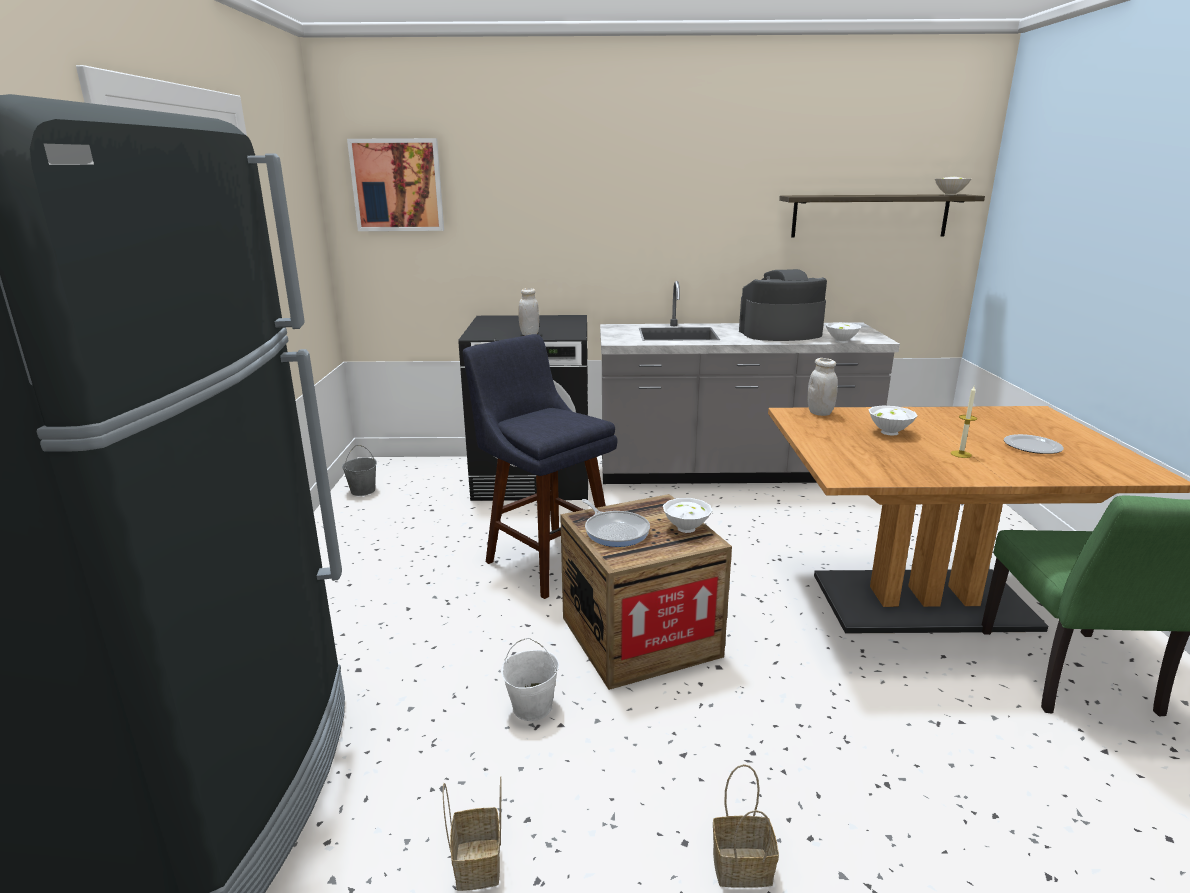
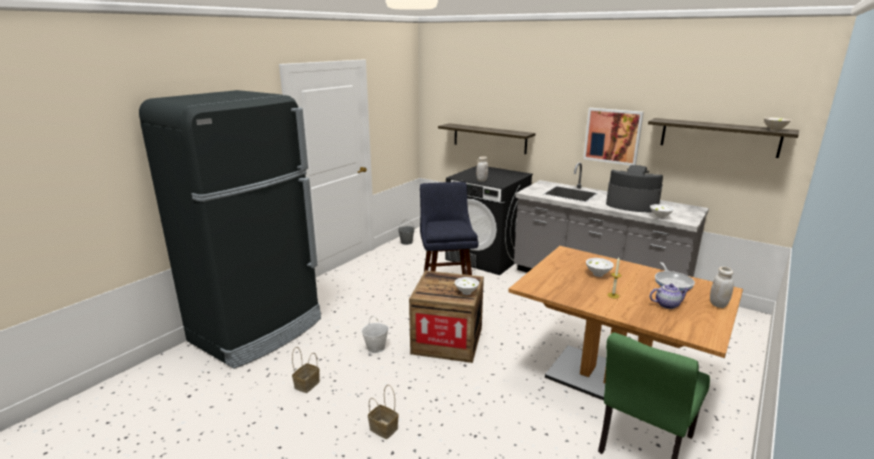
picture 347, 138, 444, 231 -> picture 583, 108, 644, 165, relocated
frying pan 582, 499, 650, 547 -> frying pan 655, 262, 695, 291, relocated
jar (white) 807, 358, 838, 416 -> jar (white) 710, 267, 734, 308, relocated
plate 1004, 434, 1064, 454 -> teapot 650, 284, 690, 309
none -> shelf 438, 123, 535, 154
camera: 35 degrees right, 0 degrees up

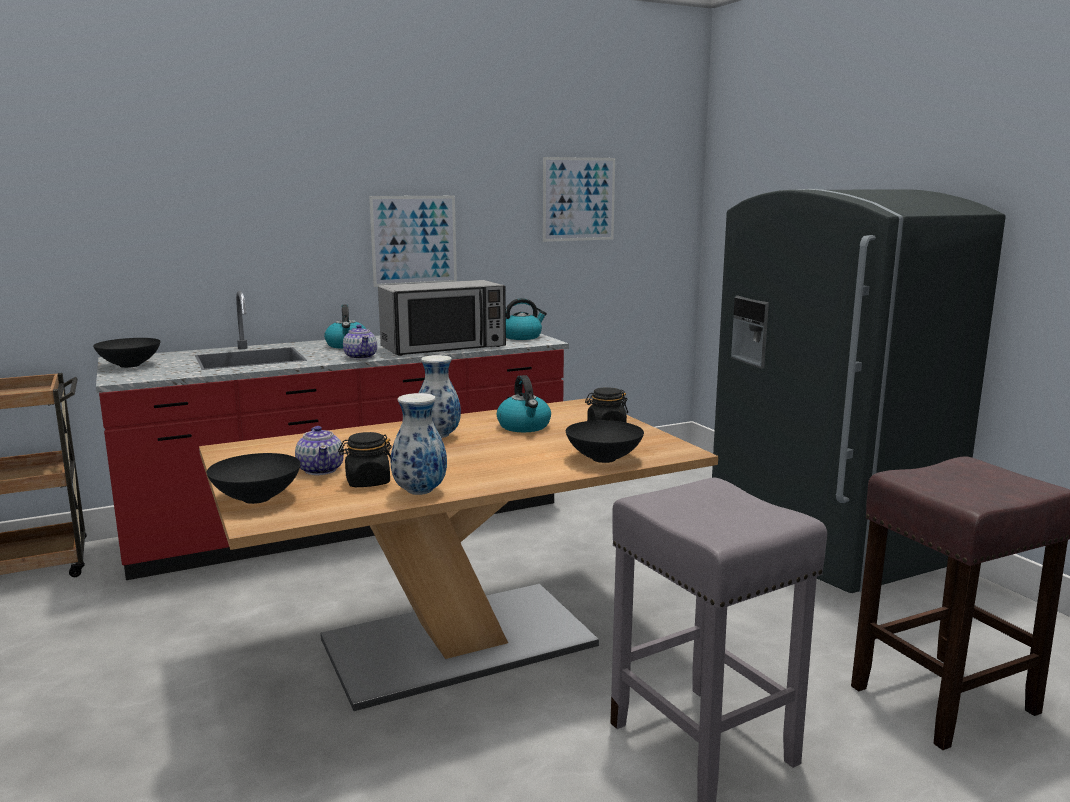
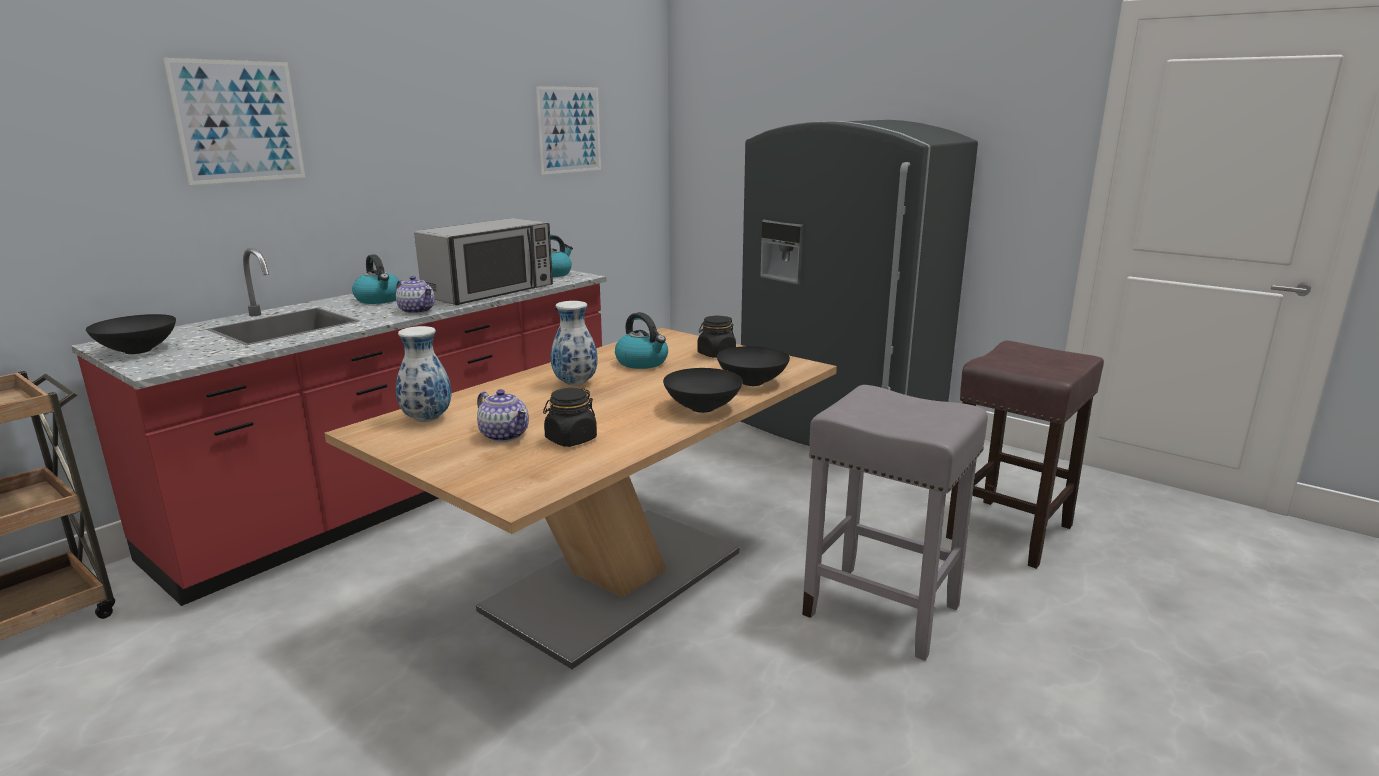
bowl (black) 207, 453, 301, 504 -> bowl (black) 663, 368, 743, 413, relocated
picture 369, 196, 457, 287 -> picture 163, 58, 305, 185, relocated
vase 391, 393, 447, 495 -> vase 396, 326, 451, 422, relocated
camera: 25 degrees left, 5 degrees up

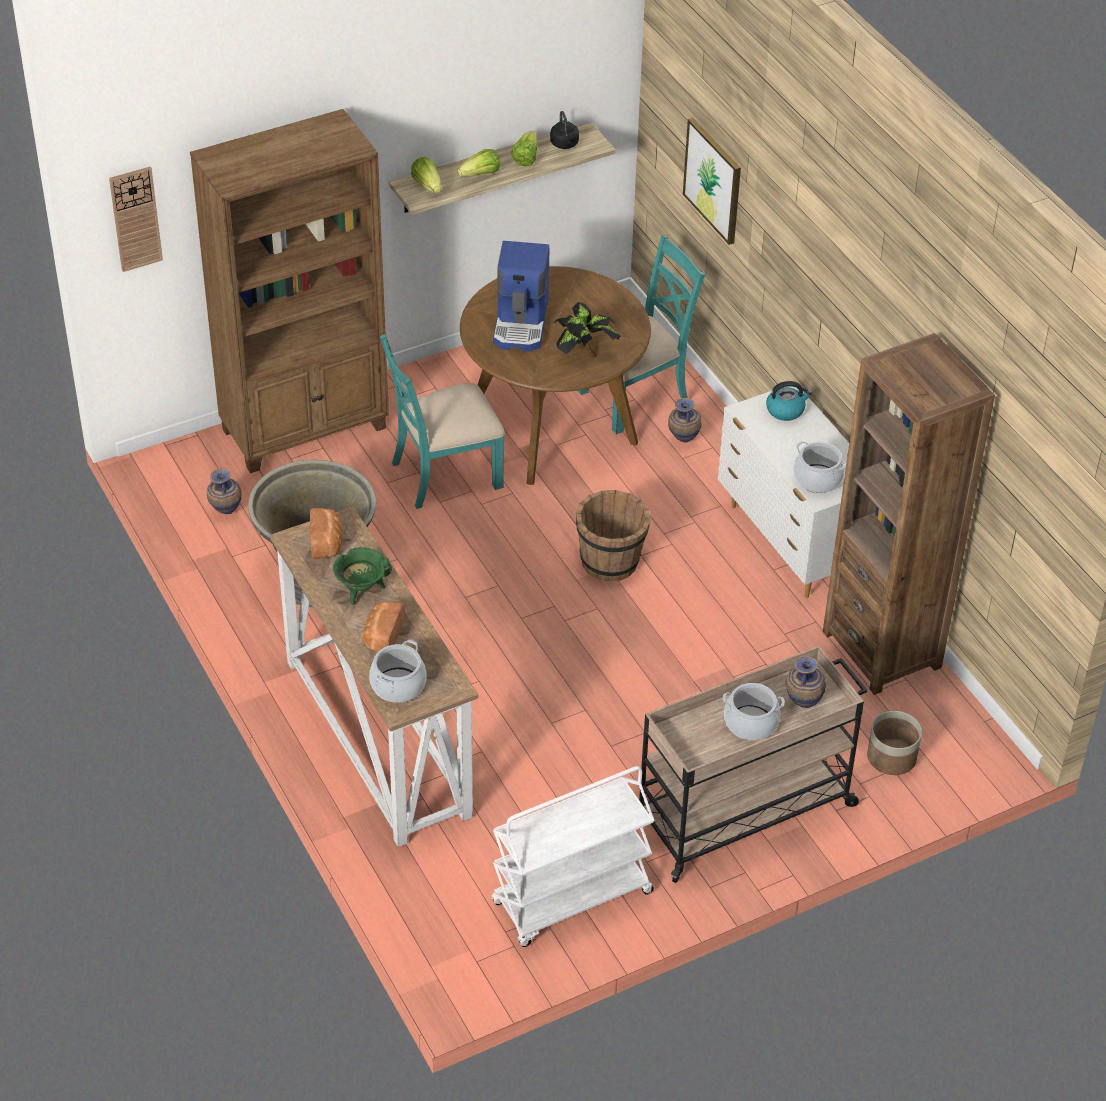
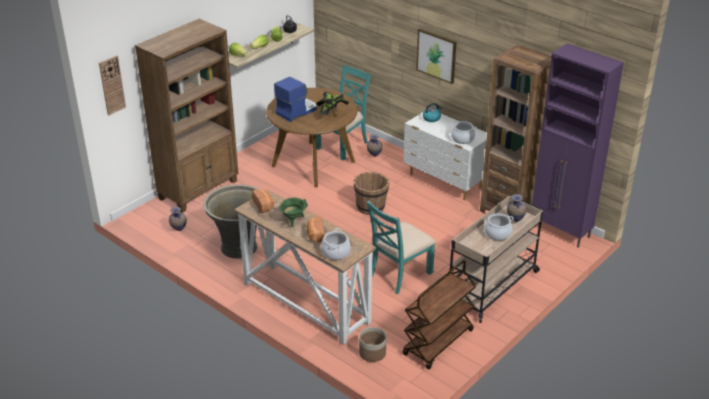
chair (turquoise) 380, 334, 505, 509 -> chair (turquoise) 367, 201, 435, 294, relocated
cart (white) 492, 766, 655, 947 -> cart (brown) 402, 260, 476, 369
coffee machine 493, 241, 550, 352 -> coffee machine 274, 77, 317, 122, 120 degrees counterclockwise
picture 683, 118, 741, 245 -> picture 416, 29, 457, 84, relocated
planter 867, 711, 922, 775 -> planter 359, 327, 386, 362, relocated
none -> cabinet (purple) 532, 43, 624, 248
camera: 20 degrees left, 10 degrees down

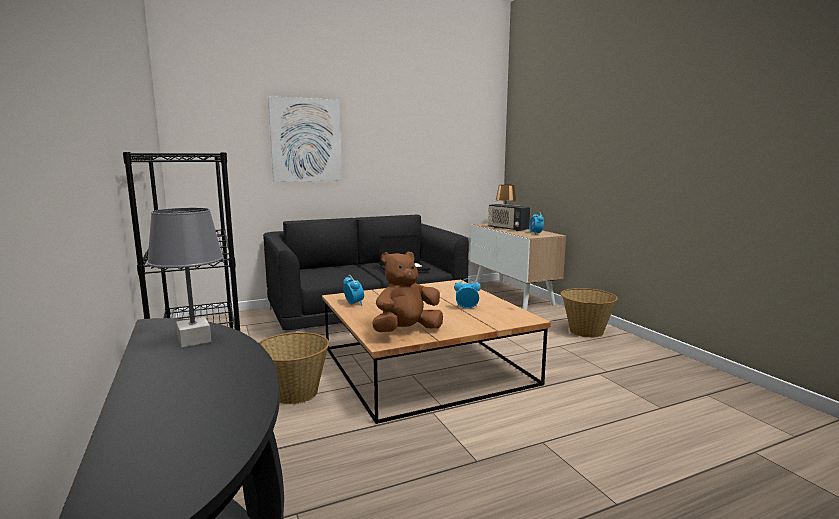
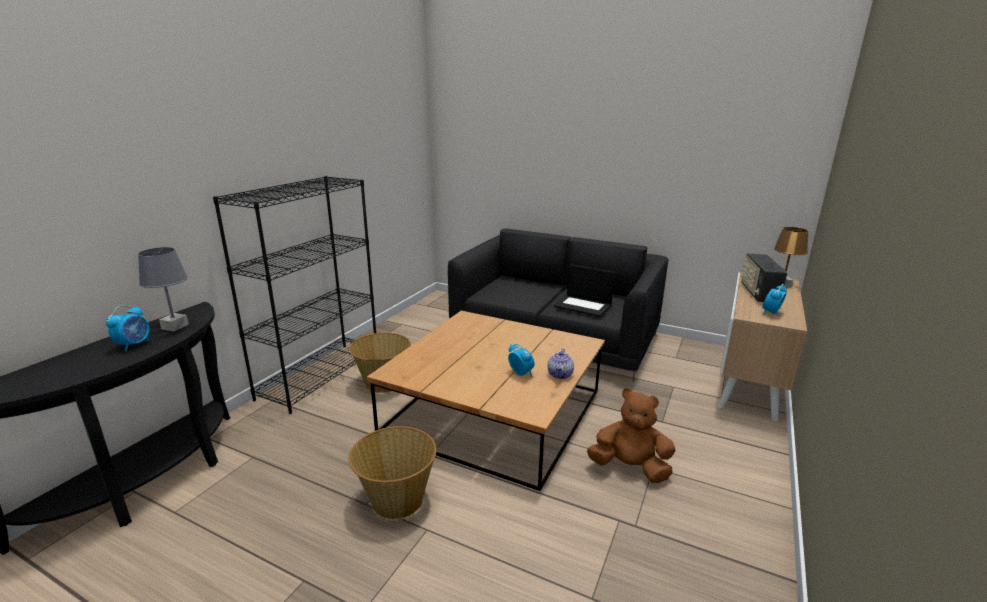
picture 268, 96, 342, 182 -> none
alarm clock 343, 275, 364, 306 -> alarm clock 106, 305, 149, 351, relocated
plush toy (brown) 372, 252, 443, 332 -> plush toy (brown) 587, 388, 676, 483, relocated
basket 560, 288, 618, 338 -> basket 348, 426, 437, 519, relocated
none -> teapot 548, 349, 574, 379
camera: 50 degrees right, 10 degrees up

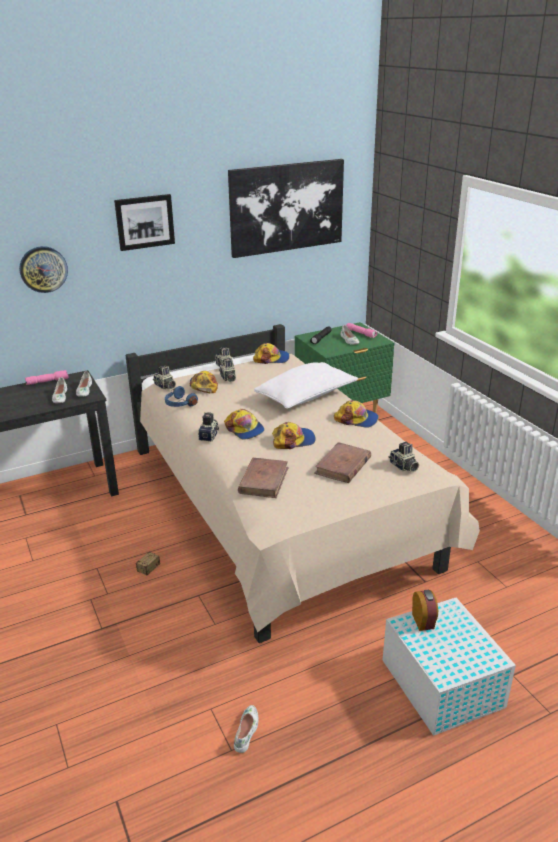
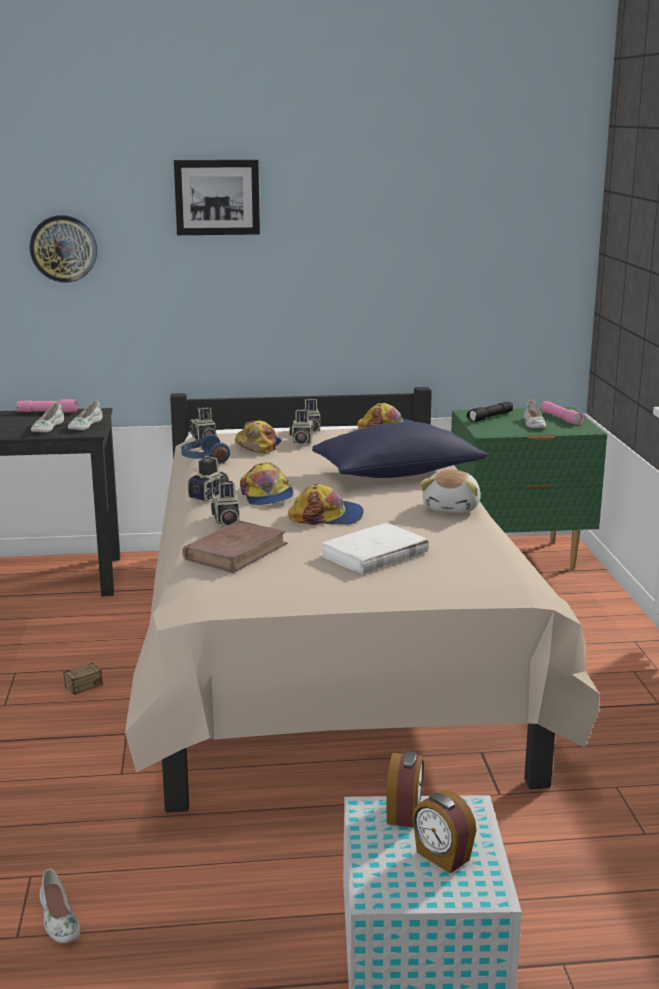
picture 228, 159, 344, 258 -> none
shoe (white) 234, 705, 258, 753 -> shoe (white) 40, 869, 80, 943, 120 degrees clockwise
pillow (white) 254, 362, 358, 409 -> pillow (blue) 312, 422, 487, 478
book (brown) 314, 442, 371, 483 -> book (white) 319, 523, 429, 574
cap 334, 400, 379, 428 -> plush toy 420, 470, 481, 513
photo camera 389, 442, 419, 472 -> photo camera 211, 481, 240, 526, relocated
none -> alarm clock 412, 790, 477, 873
camera: 20 degrees right, 10 degrees down

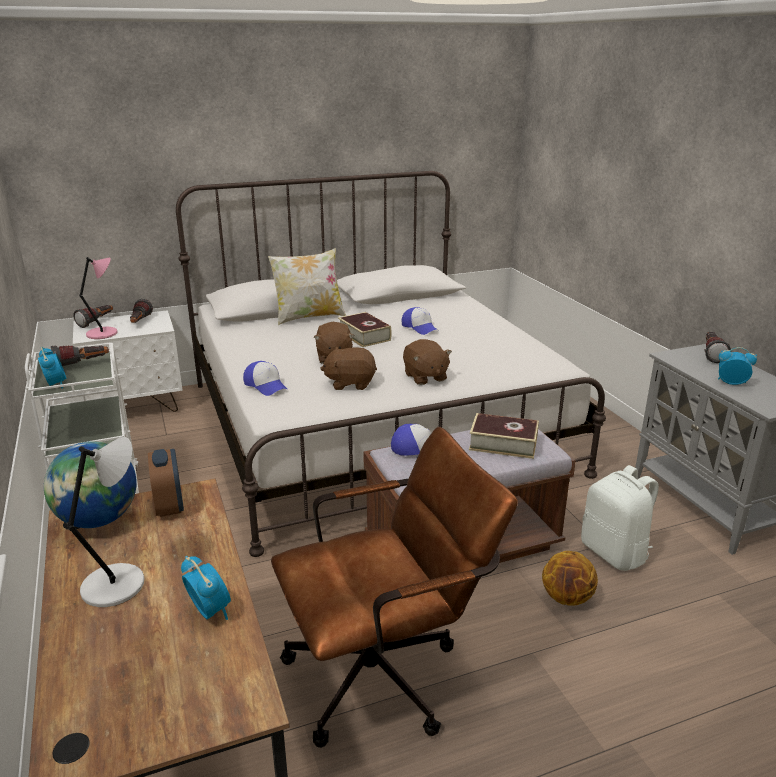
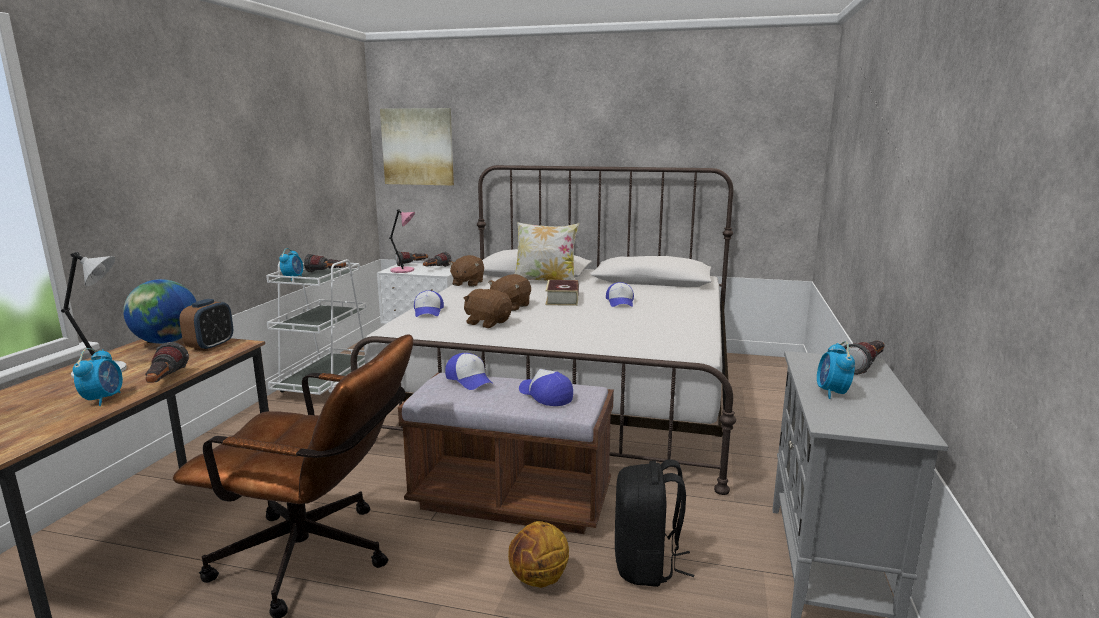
plush toy (brown) 403, 339, 452, 385 -> plush toy (brown) 449, 255, 484, 287, relocated
book 469, 413, 539, 459 -> cap 519, 369, 573, 406
backpack (white) 581, 465, 659, 571 -> backpack (black) 615, 459, 694, 587
alarm clock 718, 347, 757, 385 -> alarm clock 817, 341, 855, 399, 135 degrees counterclockwise
none -> flashlight 145, 342, 189, 383
none -> picture 380, 108, 454, 185
camera: 35 degrees right, 10 degrees down

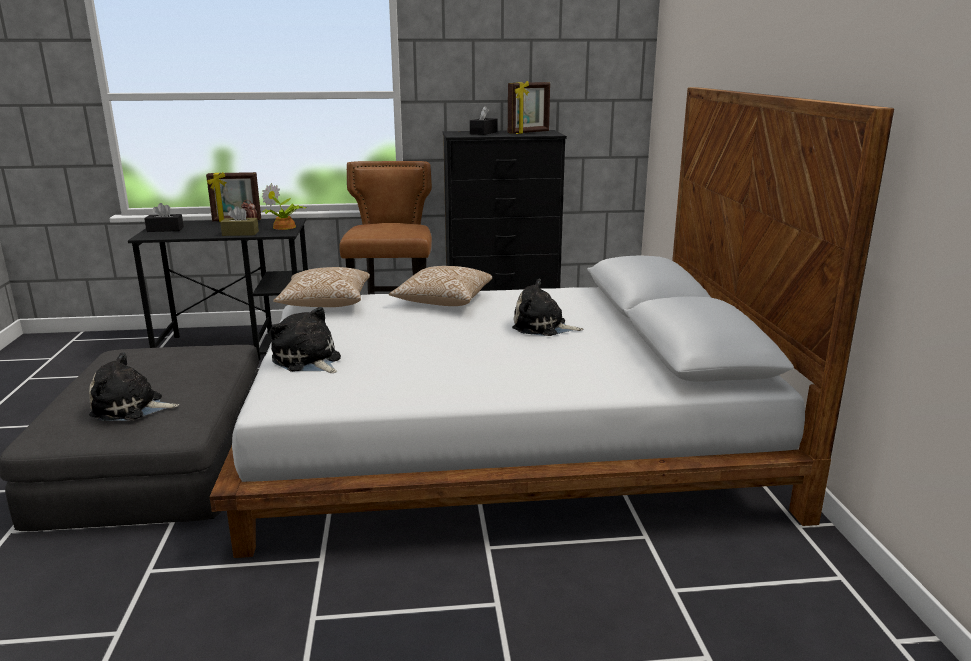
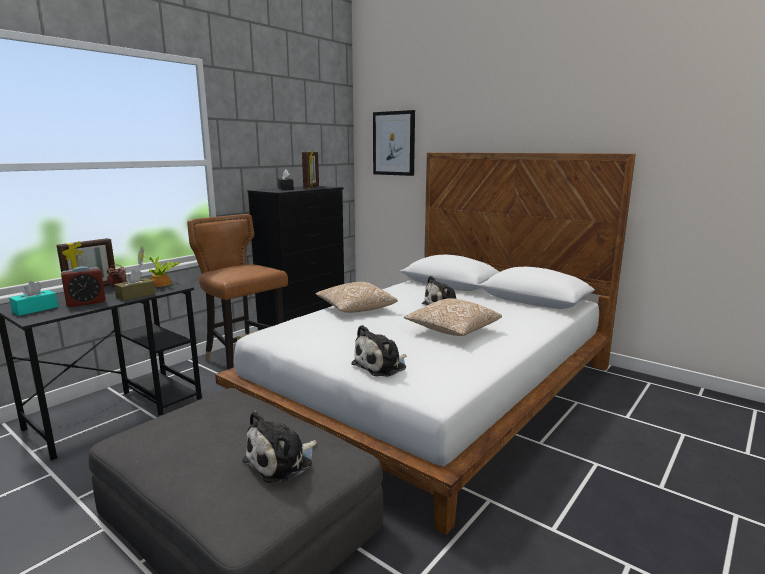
tissue box (black) 144, 203, 184, 232 -> tissue box (turquoise) 9, 281, 58, 316
plush toy 271, 307, 341, 373 -> plush toy 351, 325, 406, 377, 45 degrees counterclockwise
pillow 273, 267, 370, 307 -> pillow 404, 298, 502, 336, relocated
none -> alarm clock 61, 266, 106, 307
none -> picture 373, 110, 415, 176
camera: 45 degrees left, 5 degrees down

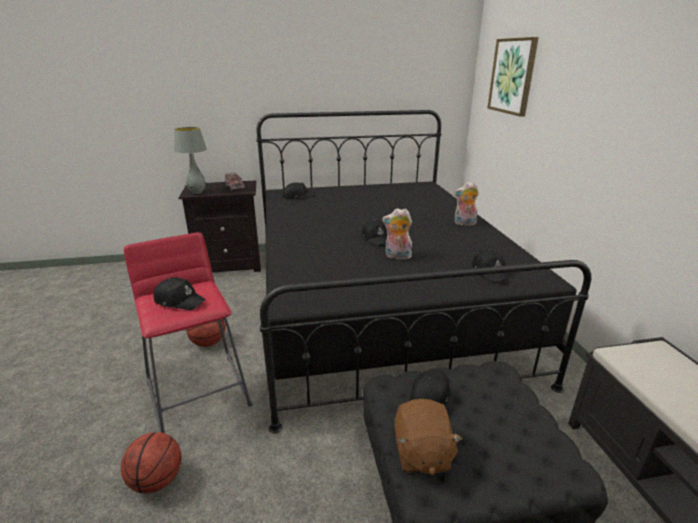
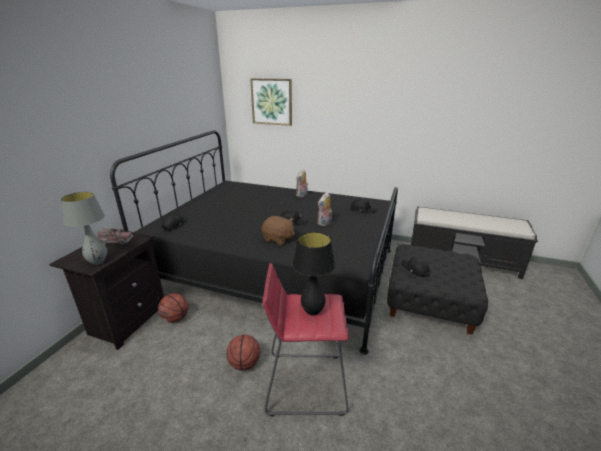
basketball 121, 432, 182, 493 -> basketball 158, 293, 188, 323, relocated
cap (black) 154, 277, 206, 310 -> table lamp (black) 292, 232, 335, 316
plush toy (brown) 395, 399, 463, 475 -> plush toy (brown) 262, 216, 295, 245, relocated
camera: 60 degrees left, 0 degrees up

